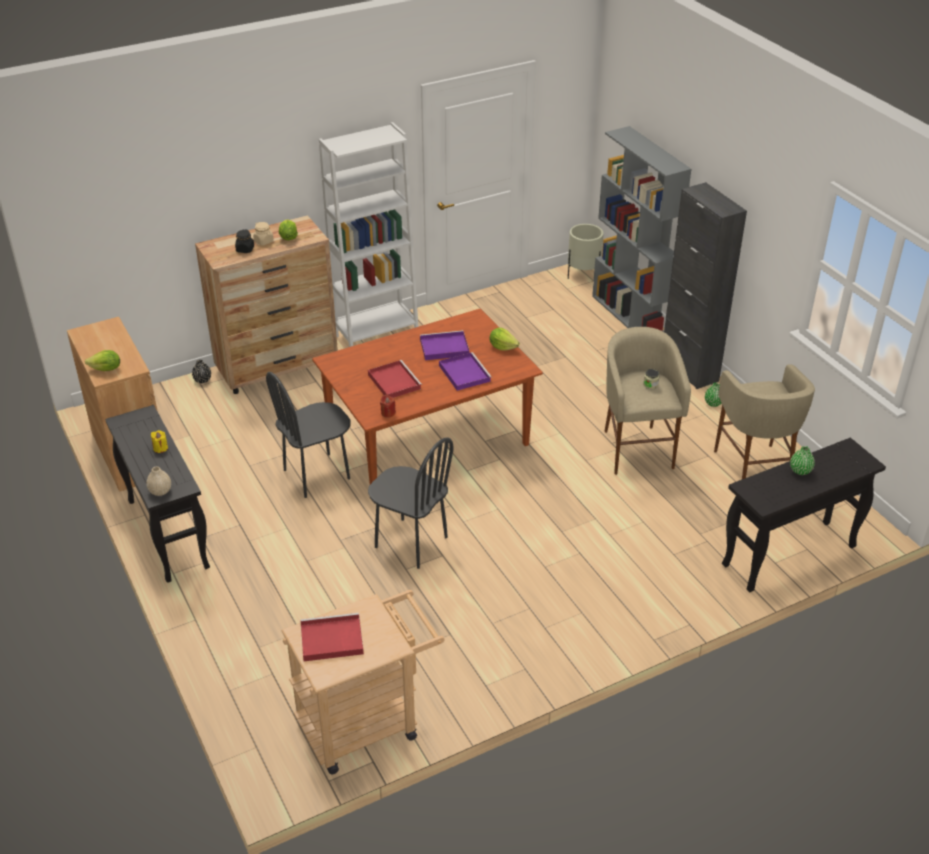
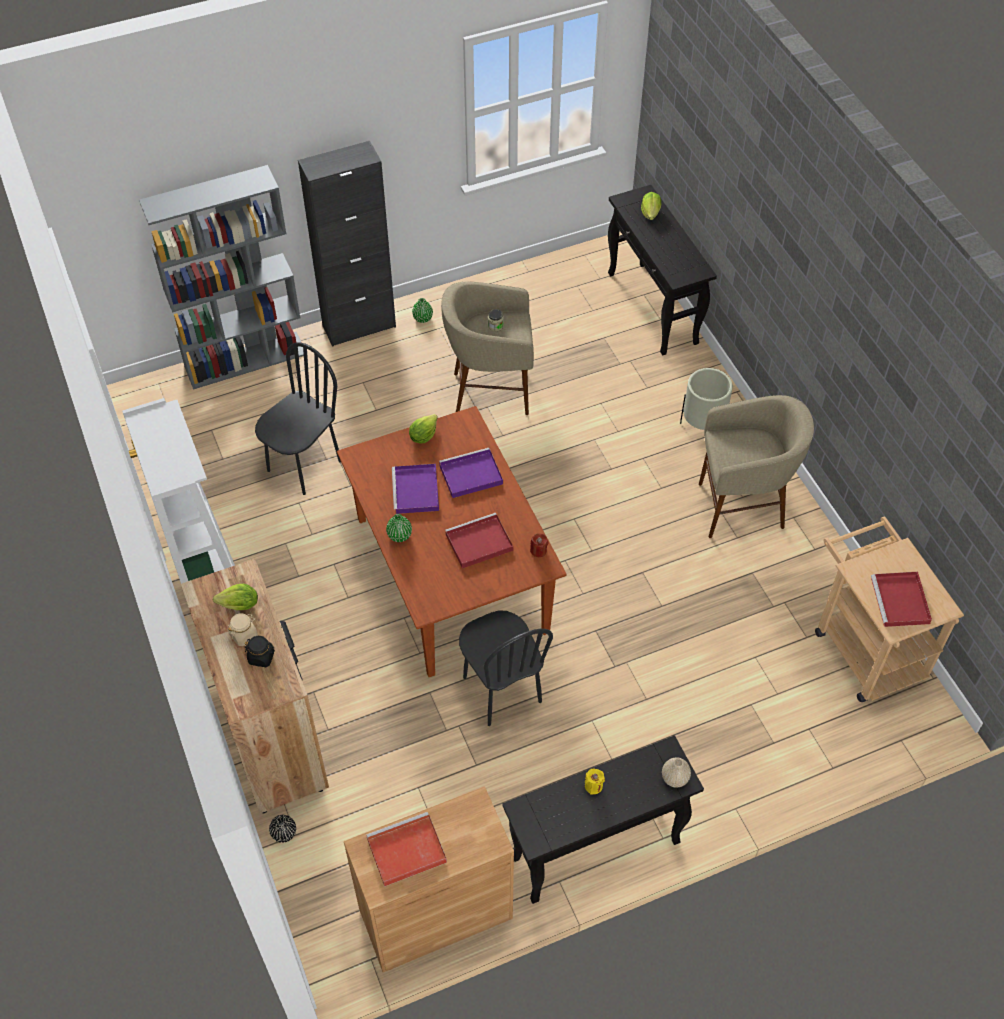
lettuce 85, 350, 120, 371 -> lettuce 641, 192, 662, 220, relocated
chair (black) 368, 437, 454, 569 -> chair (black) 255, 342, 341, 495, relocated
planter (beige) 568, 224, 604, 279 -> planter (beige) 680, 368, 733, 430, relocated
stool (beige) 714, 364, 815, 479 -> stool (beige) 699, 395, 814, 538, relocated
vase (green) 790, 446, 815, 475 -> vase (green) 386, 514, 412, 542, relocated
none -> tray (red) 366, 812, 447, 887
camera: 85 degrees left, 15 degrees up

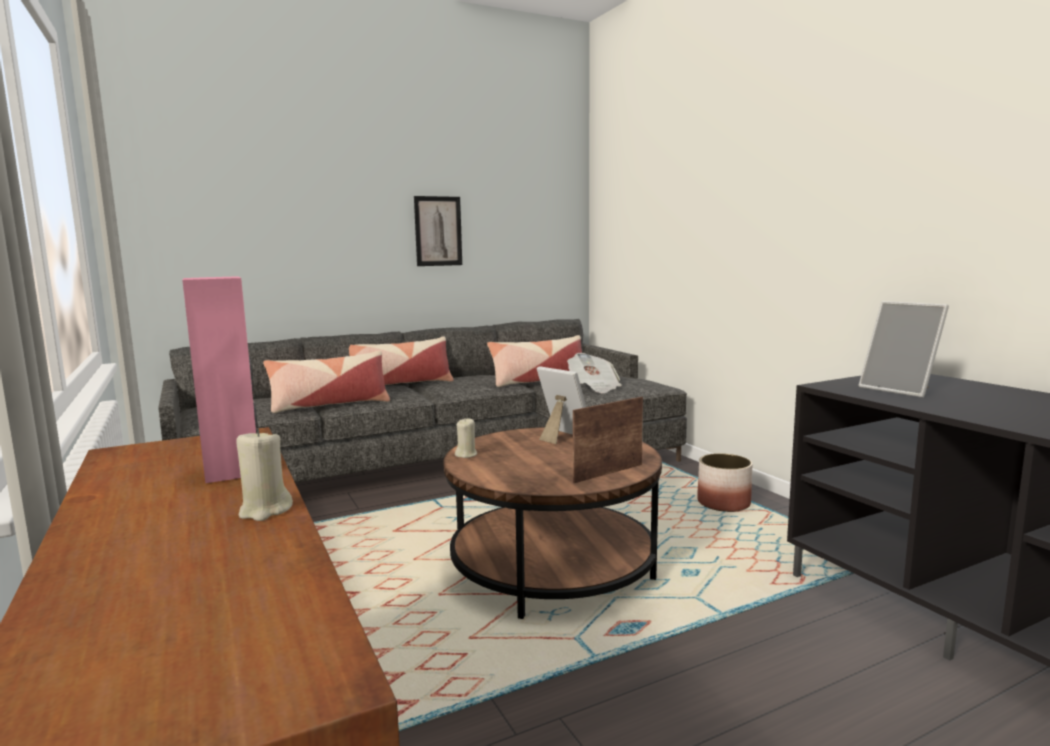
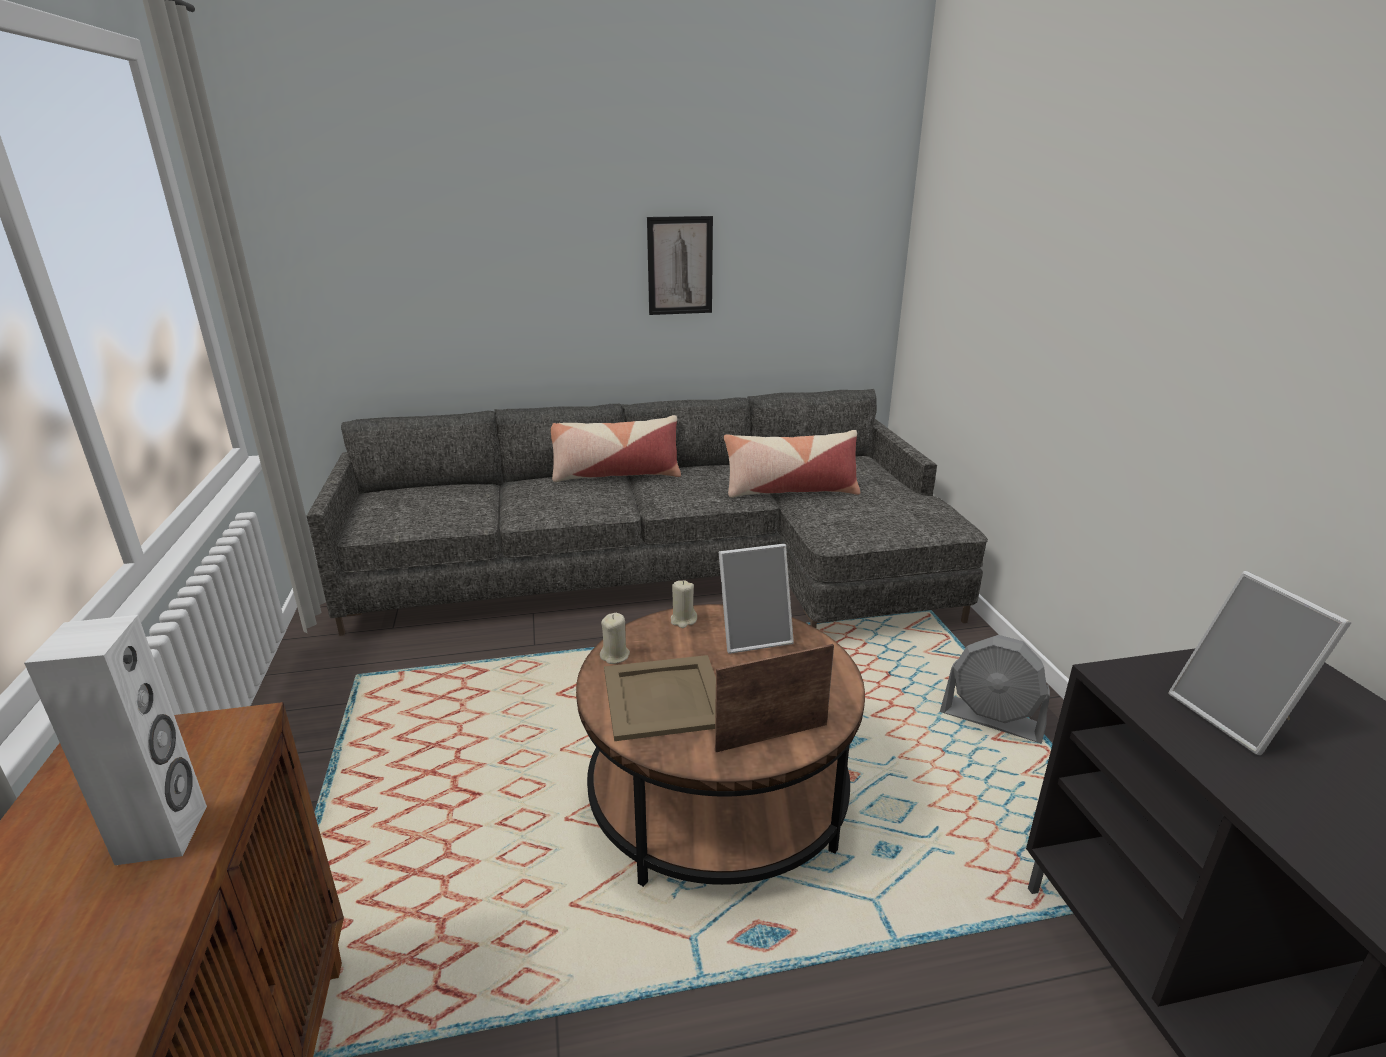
speaker (pink) 182, 276, 258, 483 -> speaker (white) 24, 615, 207, 865
candle (beige) 236, 428, 293, 521 -> candle (beige) 671, 581, 697, 628, relocated
pillow 263, 350, 390, 413 -> none
picture frame 537, 366, 586, 444 -> picture frame 719, 544, 794, 654, 105 degrees clockwise
newspaper 567, 353, 622, 393 -> none
planter 697, 453, 752, 512 -> fan (grey) 940, 635, 1050, 743
none -> tray (beige) 604, 655, 716, 741
camera: 15 degrees right, 15 degrees up

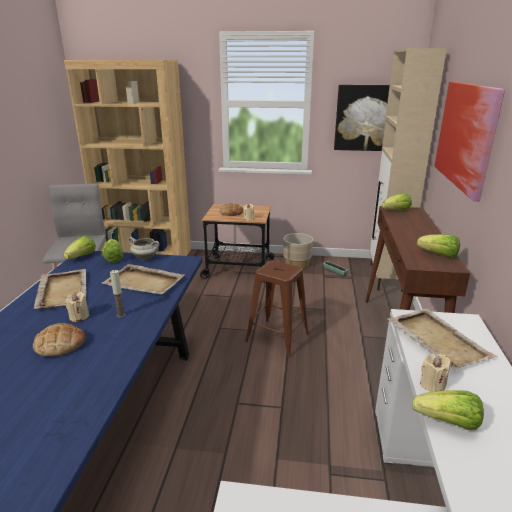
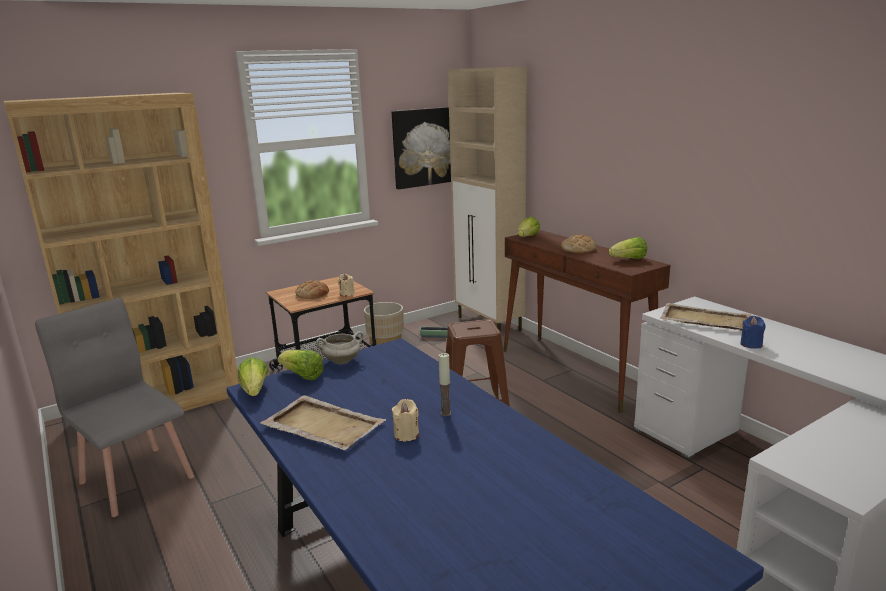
bread 33, 323, 86, 357 -> bread 561, 235, 596, 253, relocated
tray (beige) 101, 264, 184, 294 -> none
lettuce 412, 390, 484, 430 -> none
candle (beige) 420, 354, 451, 392 -> candle (blue) 740, 316, 765, 349
picture 434, 82, 505, 201 -> none
camera: 40 degrees left, 5 degrees down

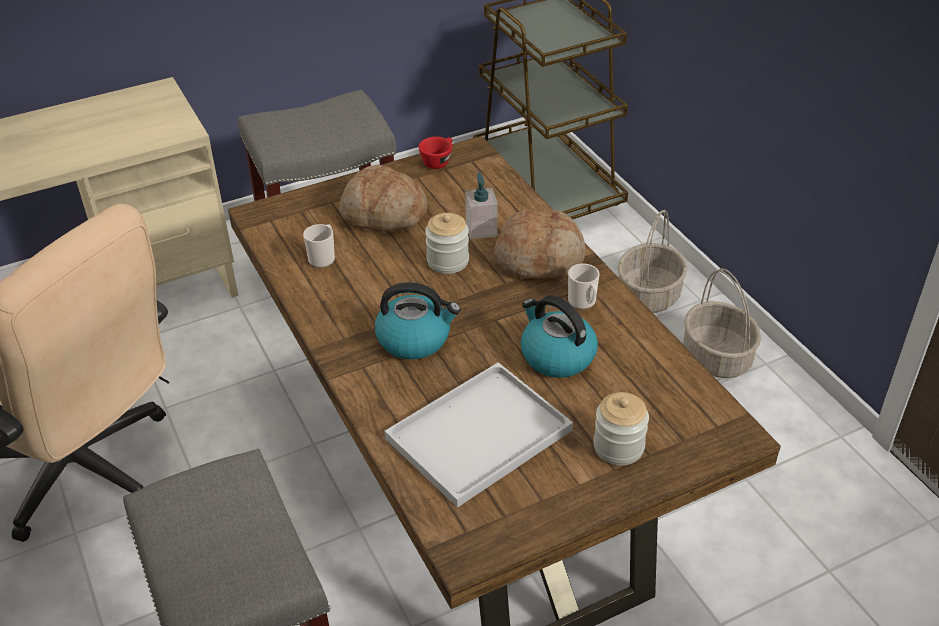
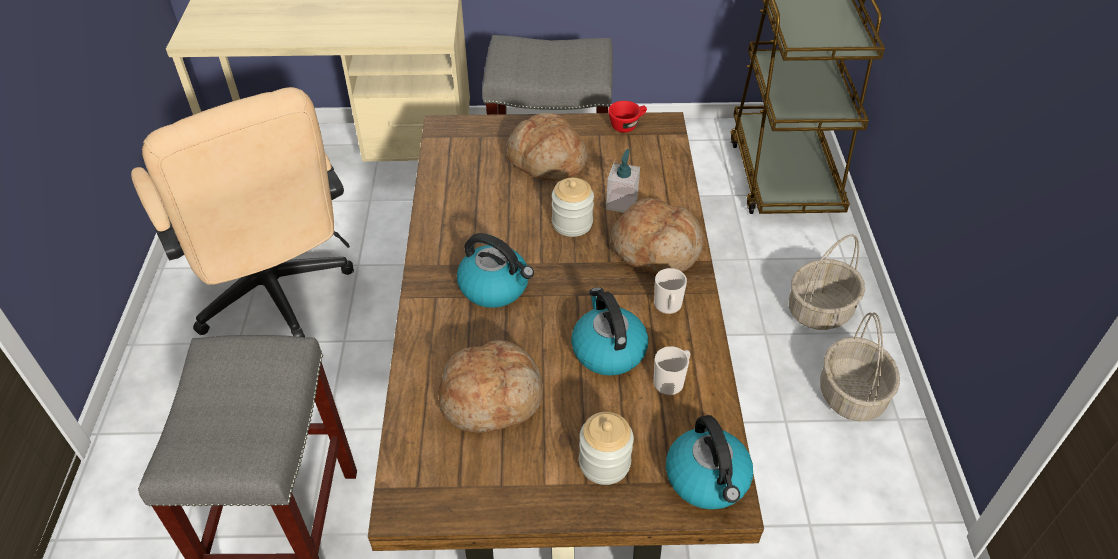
mug 303, 224, 335, 268 -> mug 653, 346, 690, 395, relocated
tray (white) 384, 362, 573, 508 -> bread 438, 340, 543, 433
none -> kettle 666, 415, 753, 510
camera: 25 degrees right, 5 degrees up

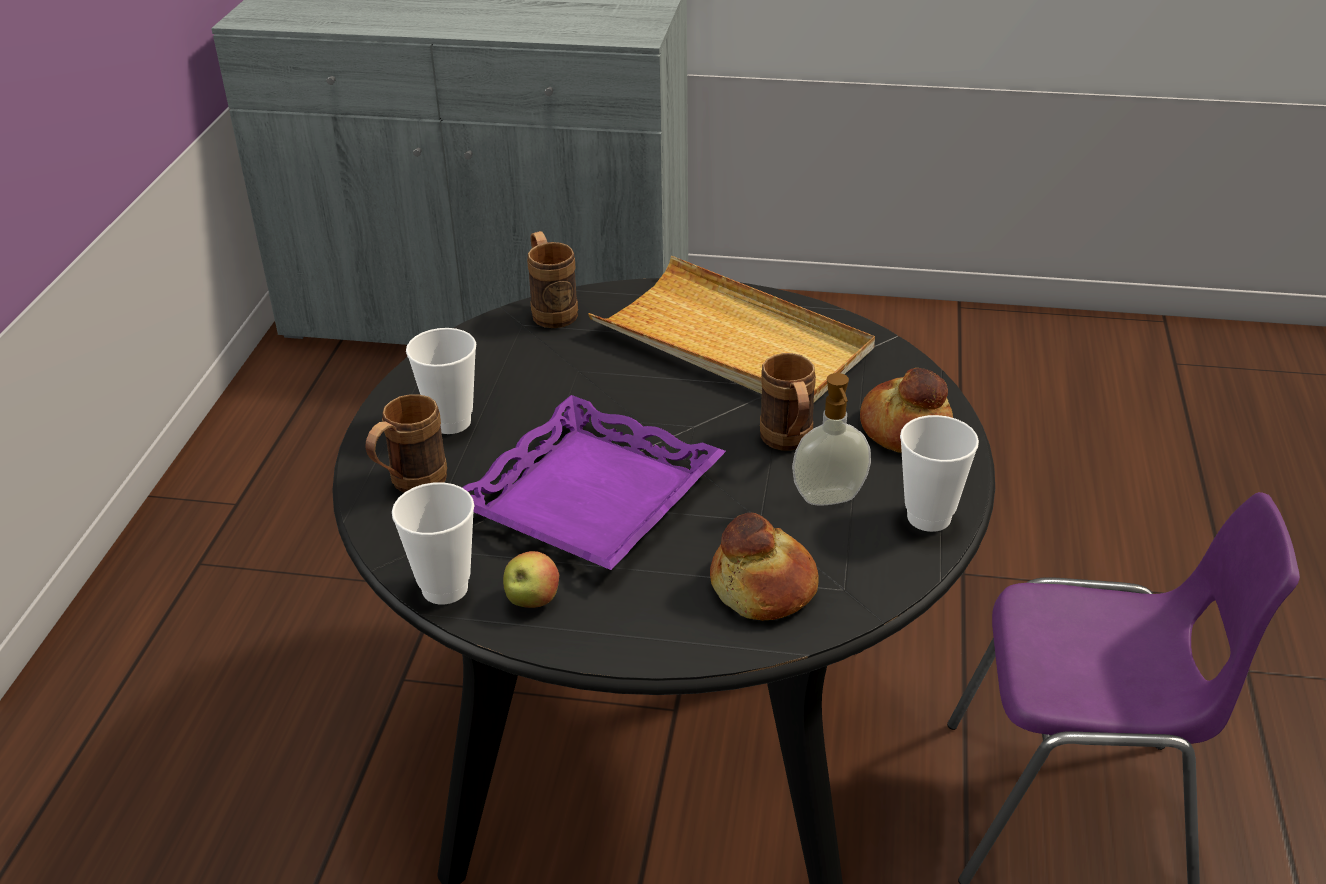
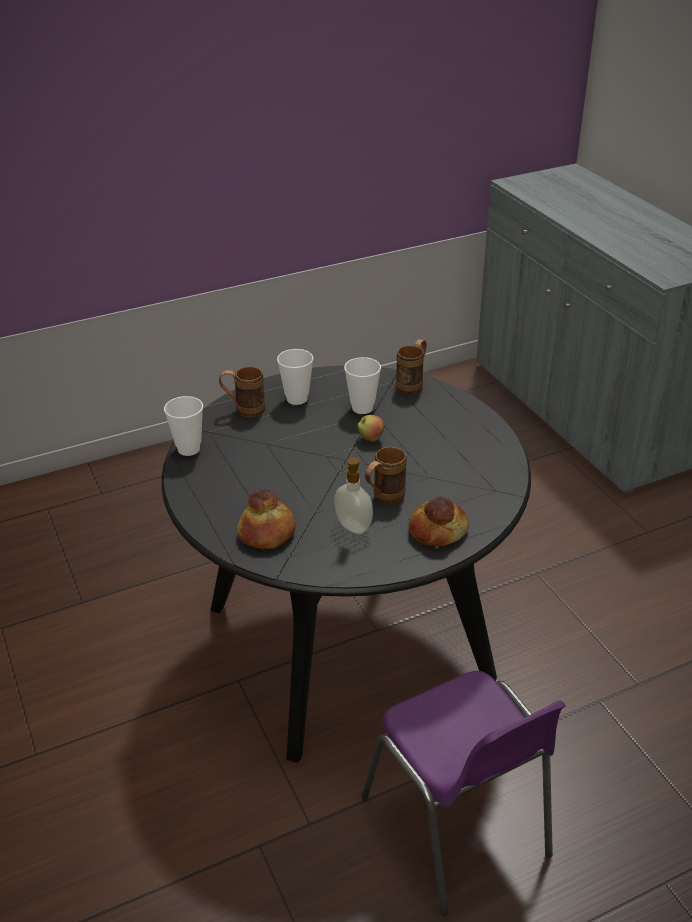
tray (purple) 462, 395, 726, 570 -> none
apple 503, 551, 559, 608 -> apple 358, 415, 385, 442, relocated
tray (beige) 588, 256, 875, 402 -> none
cup 900, 415, 979, 532 -> cup 344, 357, 381, 414, relocated
camera: 55 degrees right, 0 degrees up

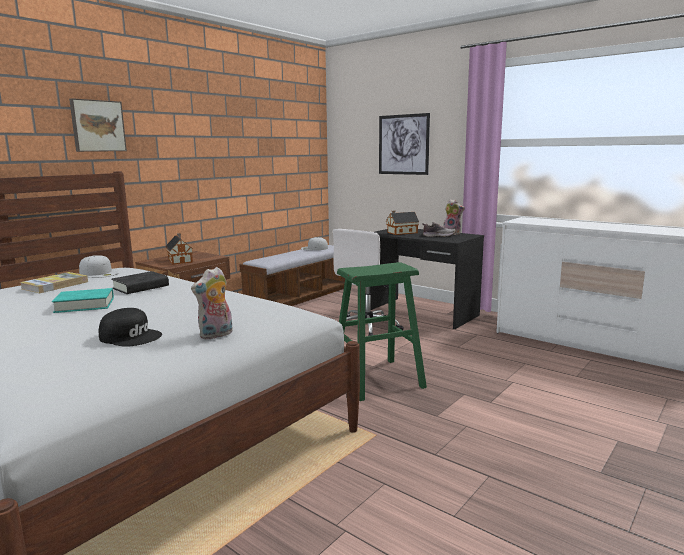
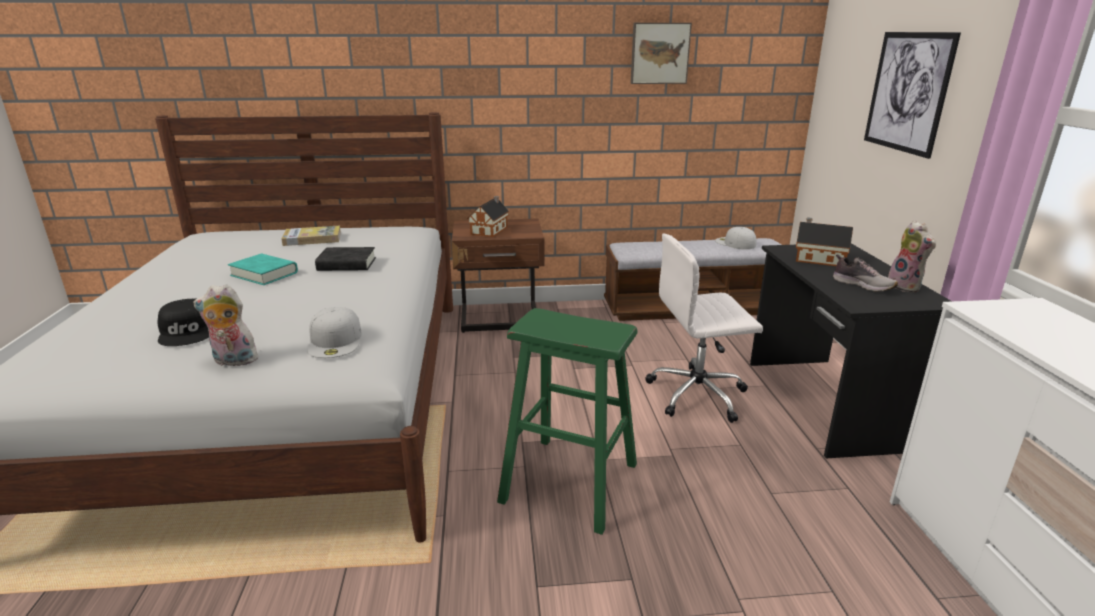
picture 69, 98, 127, 152 -> picture 630, 23, 692, 84, relocated
cap (white) 79, 255, 118, 278 -> cap (white) 307, 307, 362, 358, relocated
camera: 45 degrees right, 10 degrees up

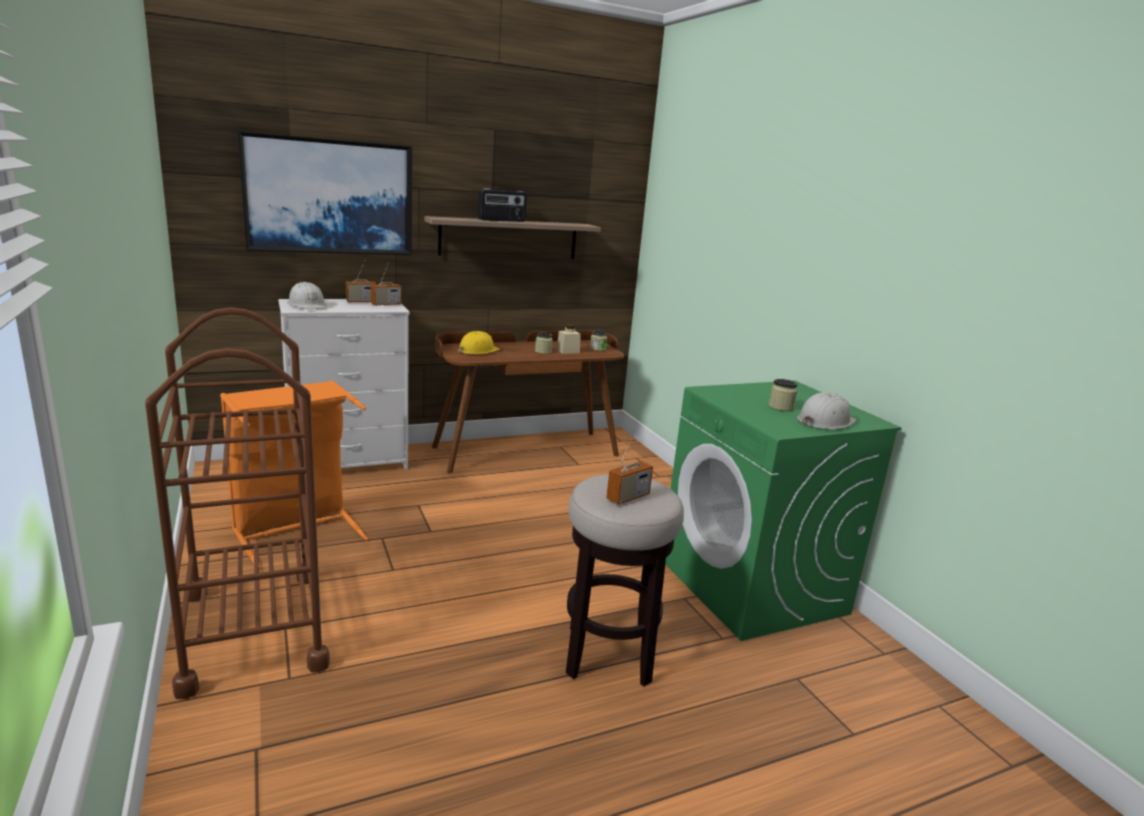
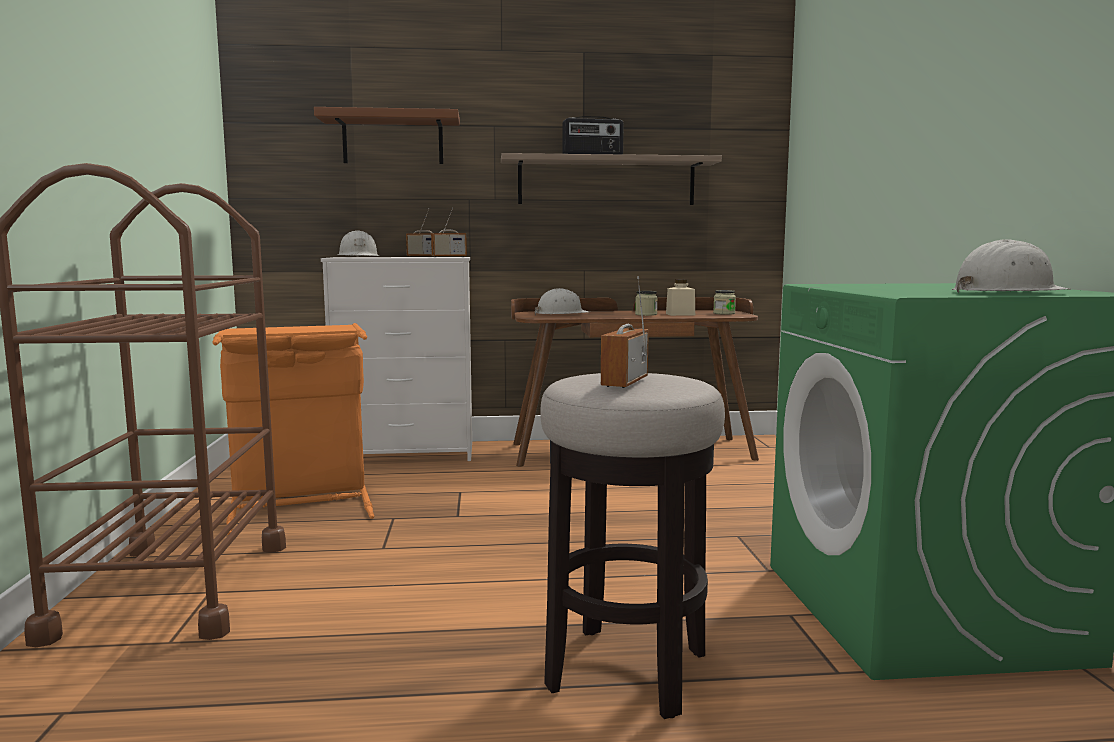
picture 238, 131, 412, 255 -> shelf (brown) 314, 107, 460, 164
hard hat (yellow) 458, 331, 500, 354 -> hard hat (white) 535, 288, 589, 315
radio 606, 431, 653, 505 -> radio 601, 276, 649, 388, 135 degrees clockwise
jar 769, 379, 798, 411 -> none
camera: 20 degrees right, 10 degrees down

